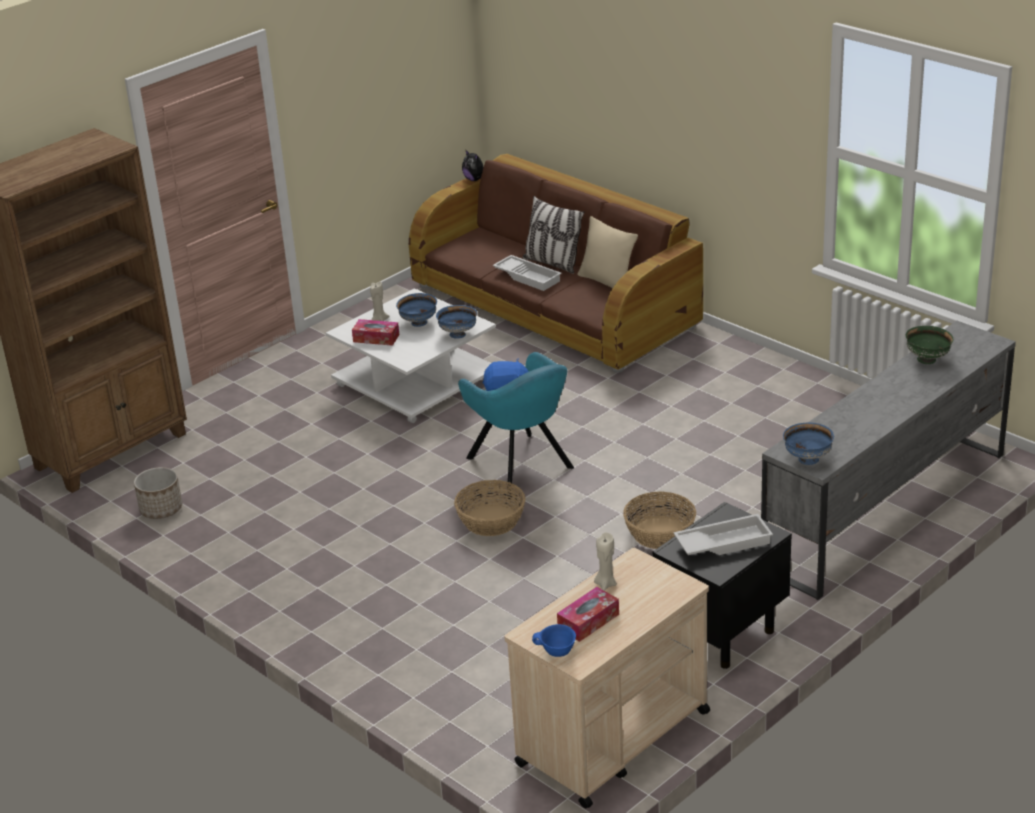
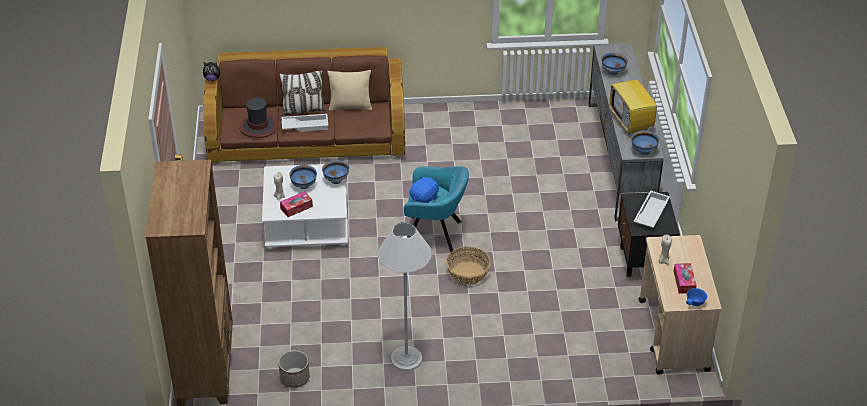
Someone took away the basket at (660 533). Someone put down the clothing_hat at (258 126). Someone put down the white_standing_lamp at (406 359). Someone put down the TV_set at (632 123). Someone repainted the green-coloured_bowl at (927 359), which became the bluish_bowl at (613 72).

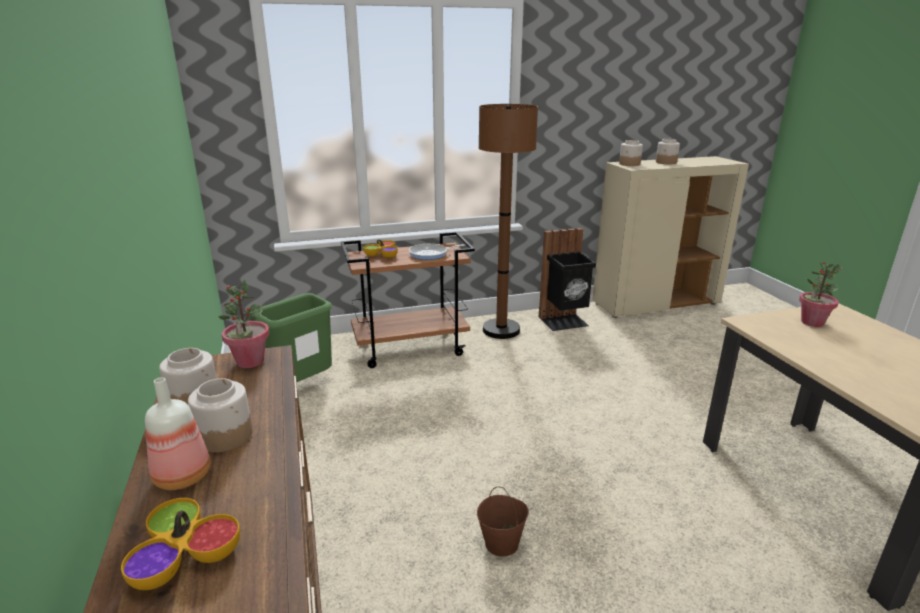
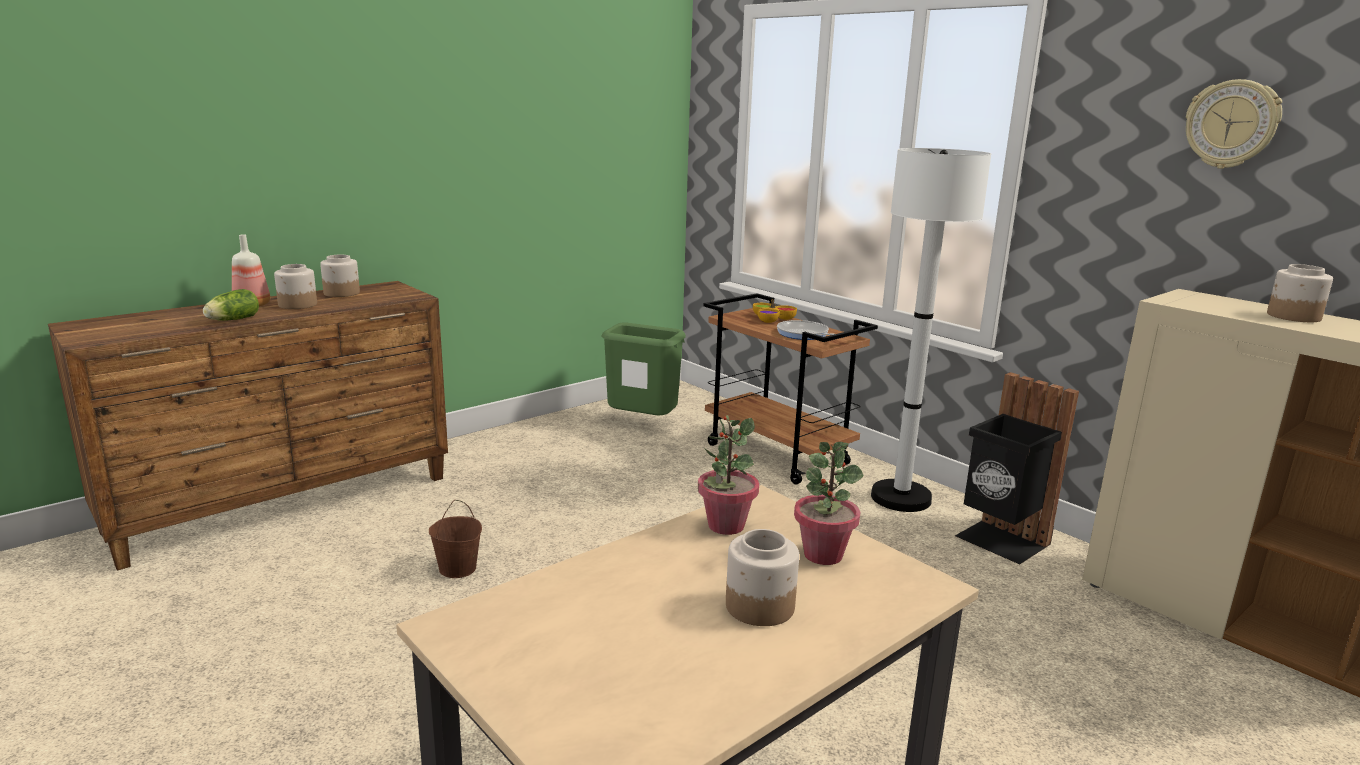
Someone took away the bowl at (184 554). Someone put down the lettuce_head at (231 320). Someone put up the clock_on_the_wall at (1231 124). Someone carried the potted_plant from (250 361) to (725 525). Someone carried the preserve_jar from (629 164) to (759 607). Someone repainted the brownish_standing_lamp at (501 330), which became the white_standing_lamp at (901 498).

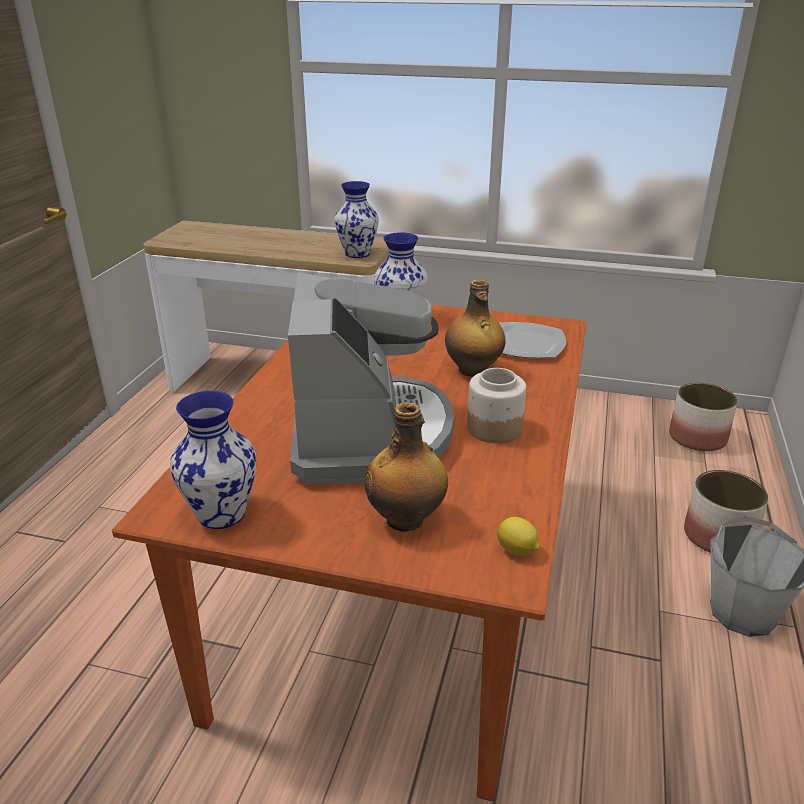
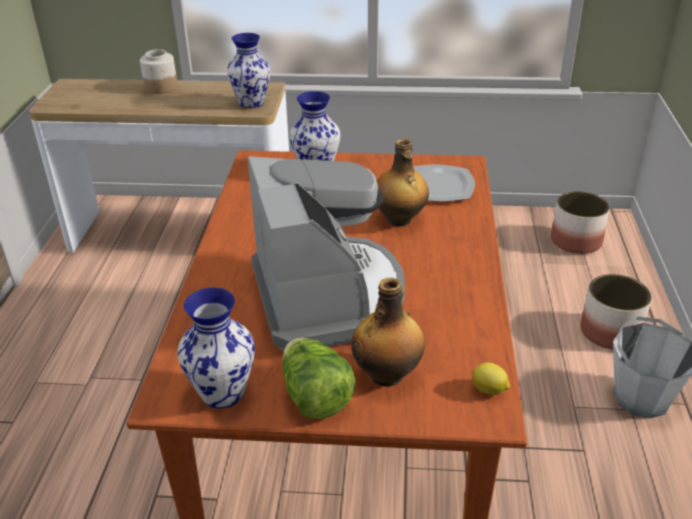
Someone put down the lettuce_head at (315 397). Someone carried the preserve_jar from (493 428) to (160 87).

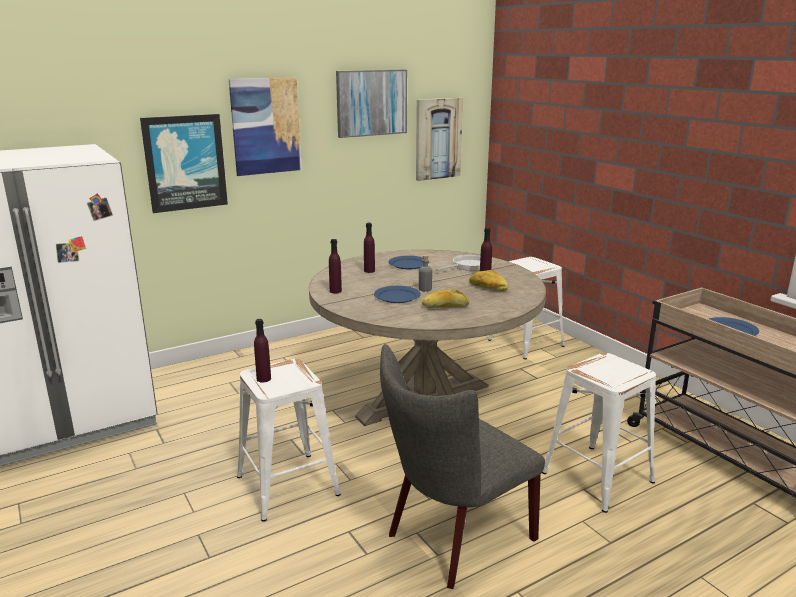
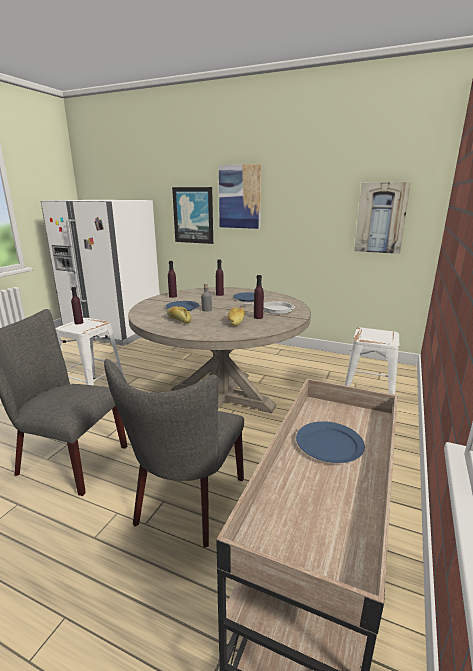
Someone took away the wall_picture at (371 103). Someone swapped the white_stool_seat at (598 477) for the greyish_chair at (187 505).

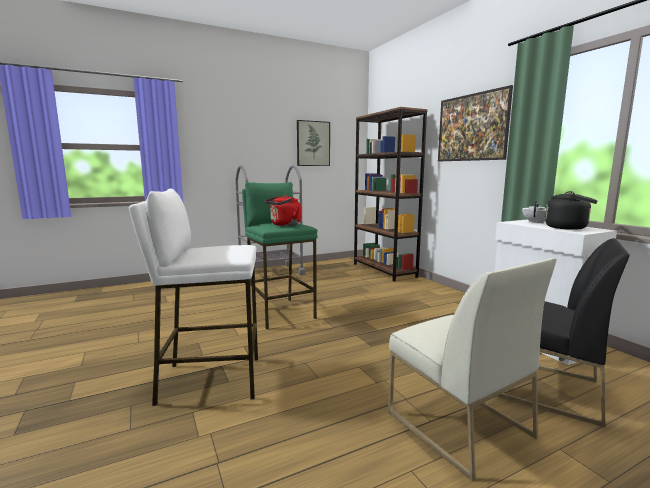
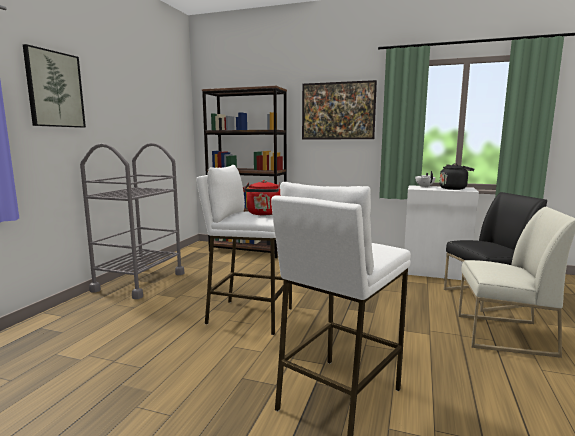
Someone carried the wall_picture from (313 143) to (54 89). Someone repainted the green-coloured_stool_seat at (280 312), which became the white_stool_seat at (249 316).

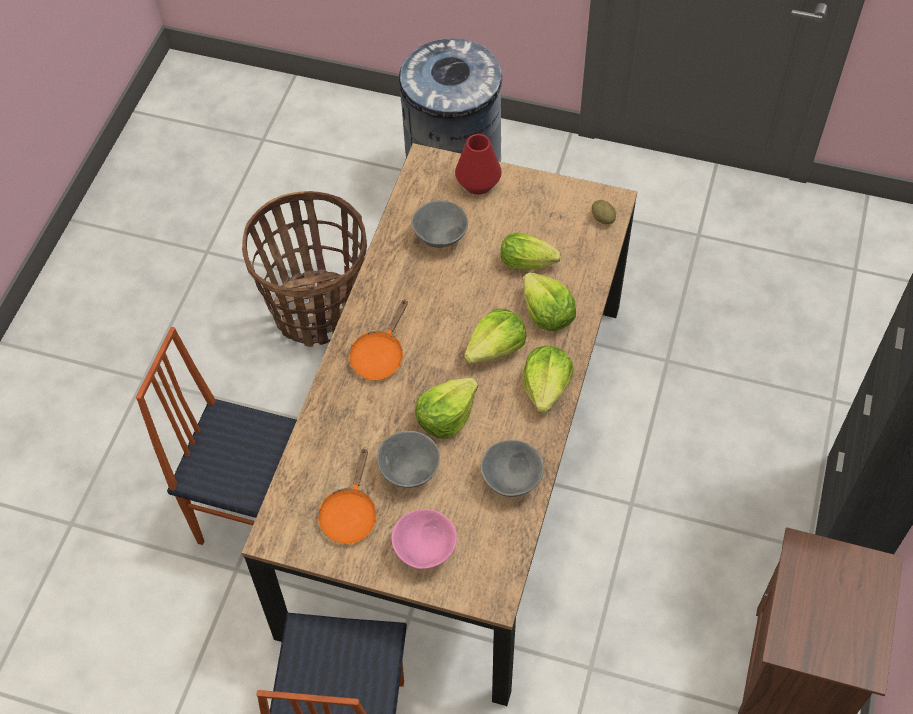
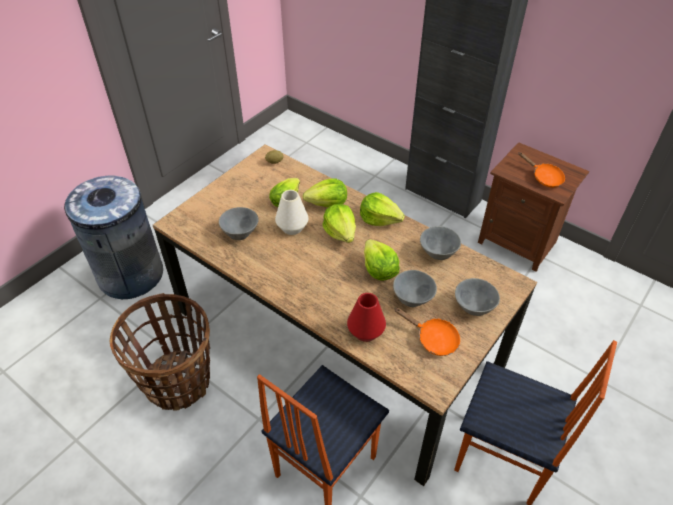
Someone put down the white_decorative_vase at (292 227). Someone carried the orangey_pan from (379 355) to (544 177). Someone carried the reddish_decorative_vase from (478 183) to (366 331). Someone repainted the pink_bowl at (427 550), which became the greyish_bowl at (474 306).

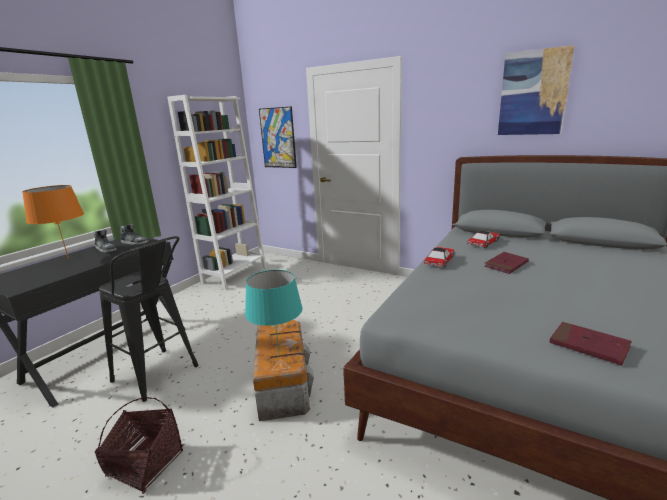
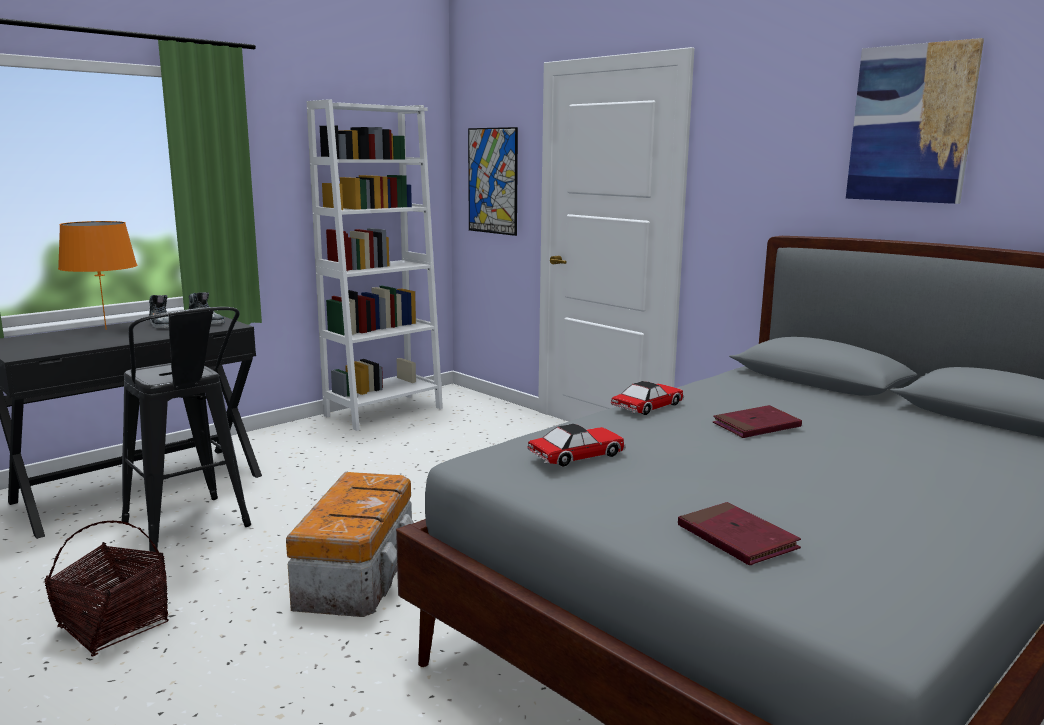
Someone took away the blue-green_table_lamp at (278 354). Someone carried the miniature_car from (483 243) to (577 455).

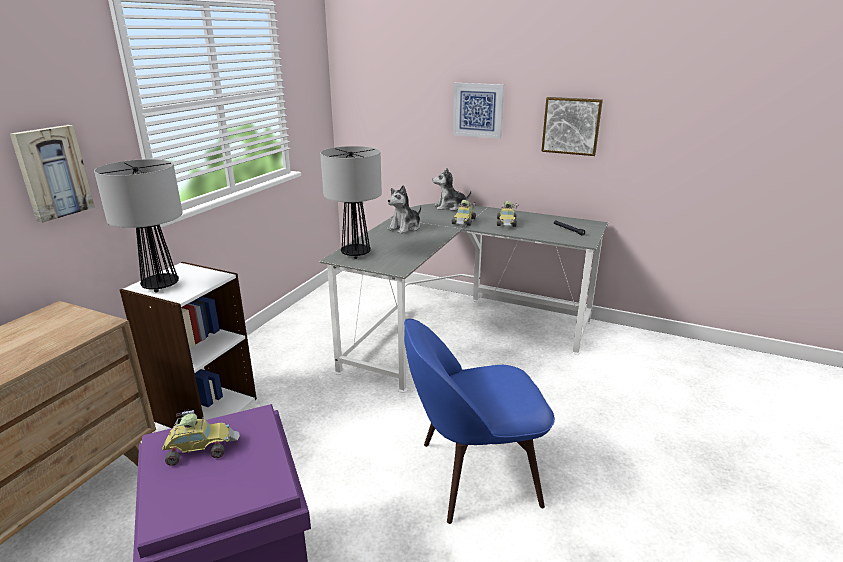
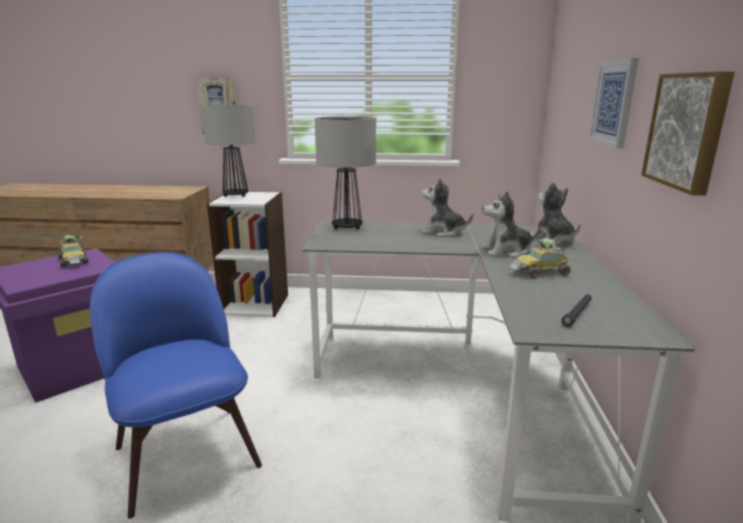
Someone swapped the miniature_car at (464 221) for the cuddly_toy at (506 251).

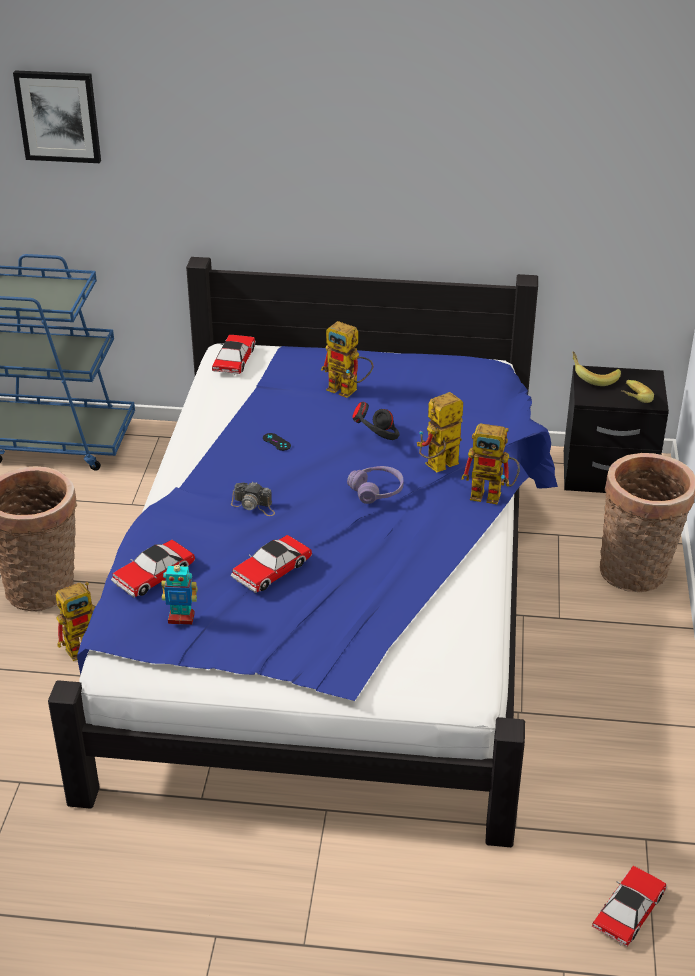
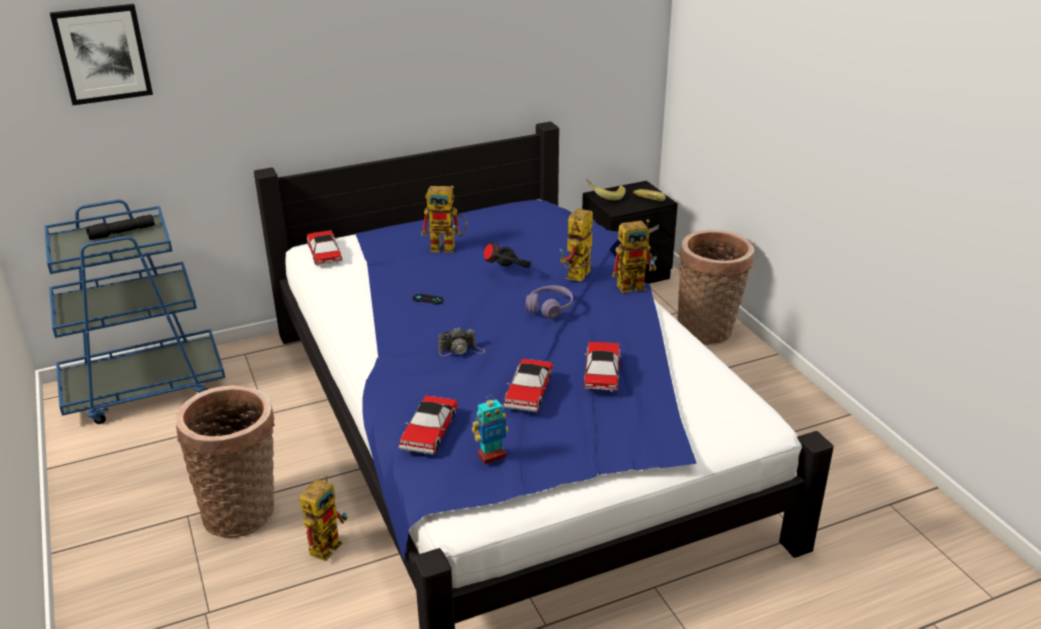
Someone put down the blackish_flashlight at (121 233). Someone carried the miniature_car from (629 911) to (602 372).

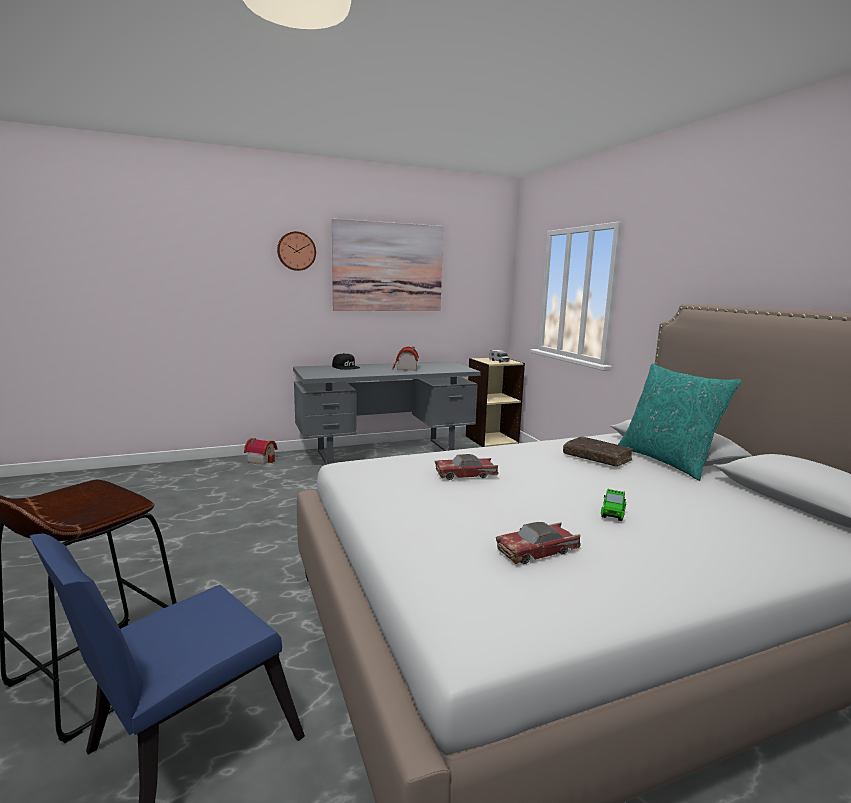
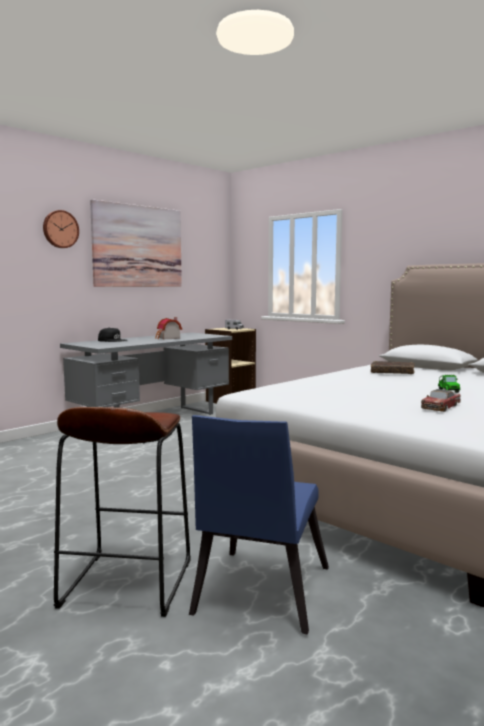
Someone took away the miniature_house at (261 459). Someone took away the miniature_car at (465 474). Someone took away the blue-green_pillow at (667 461).

